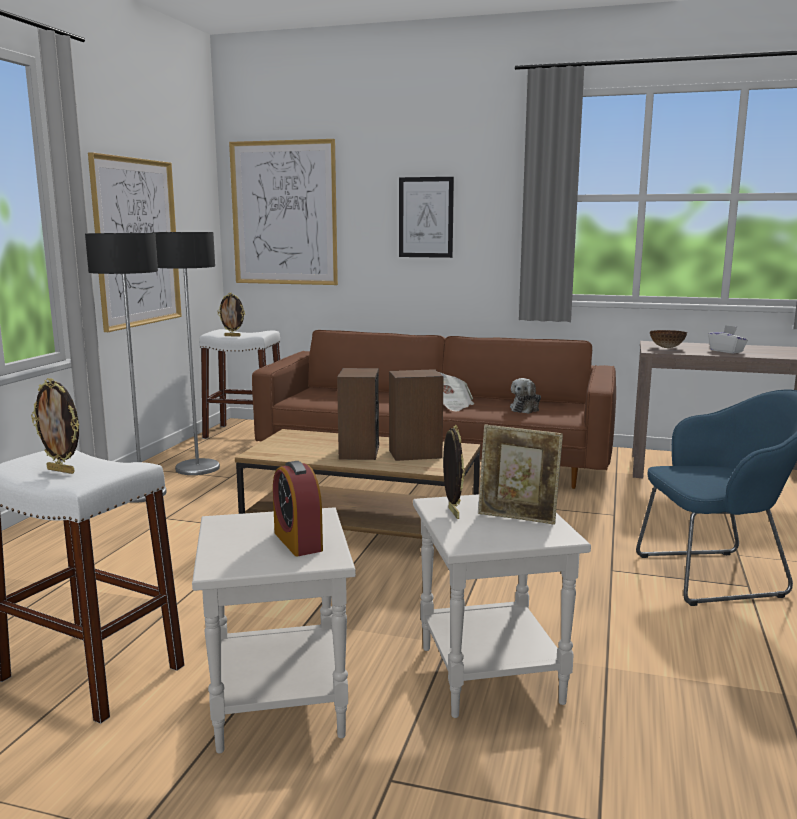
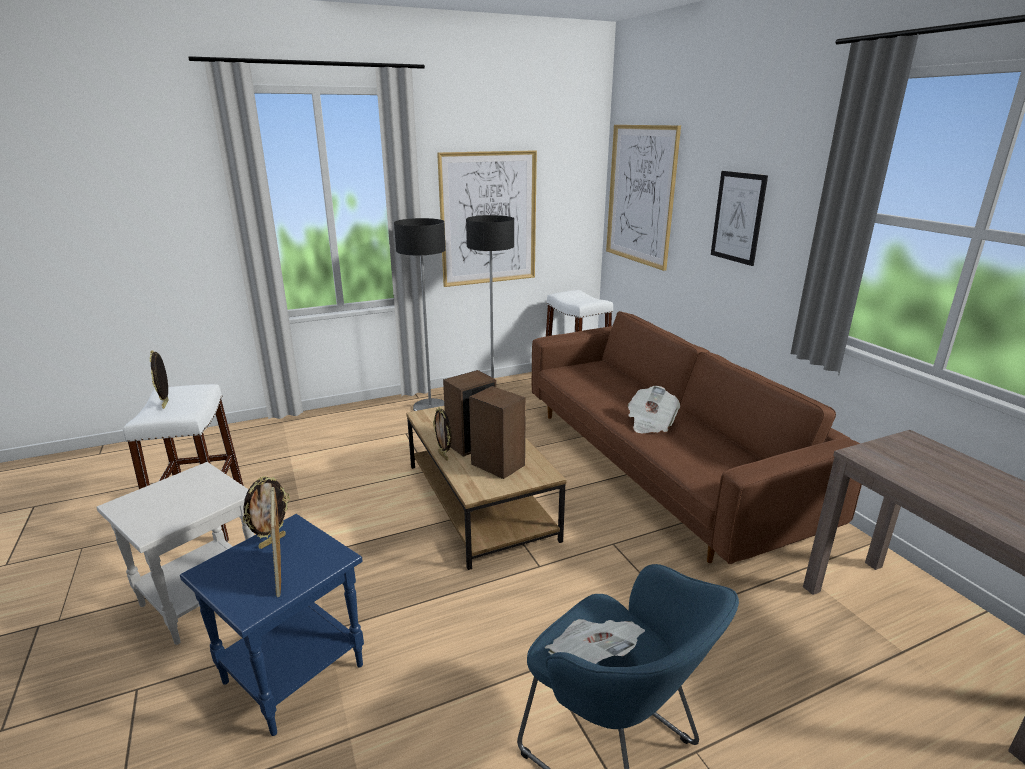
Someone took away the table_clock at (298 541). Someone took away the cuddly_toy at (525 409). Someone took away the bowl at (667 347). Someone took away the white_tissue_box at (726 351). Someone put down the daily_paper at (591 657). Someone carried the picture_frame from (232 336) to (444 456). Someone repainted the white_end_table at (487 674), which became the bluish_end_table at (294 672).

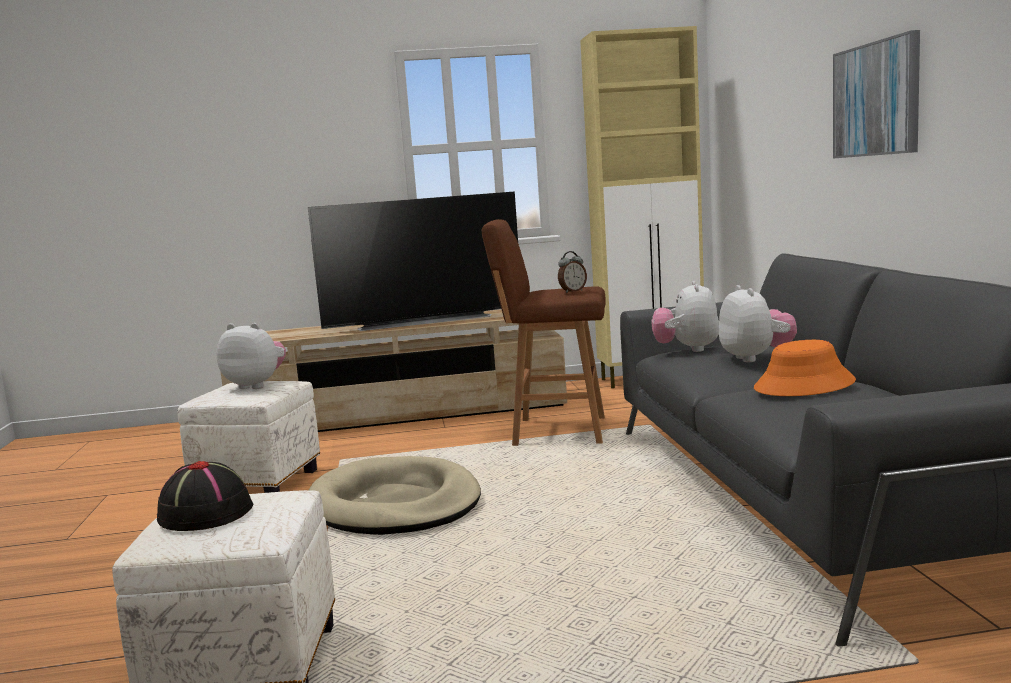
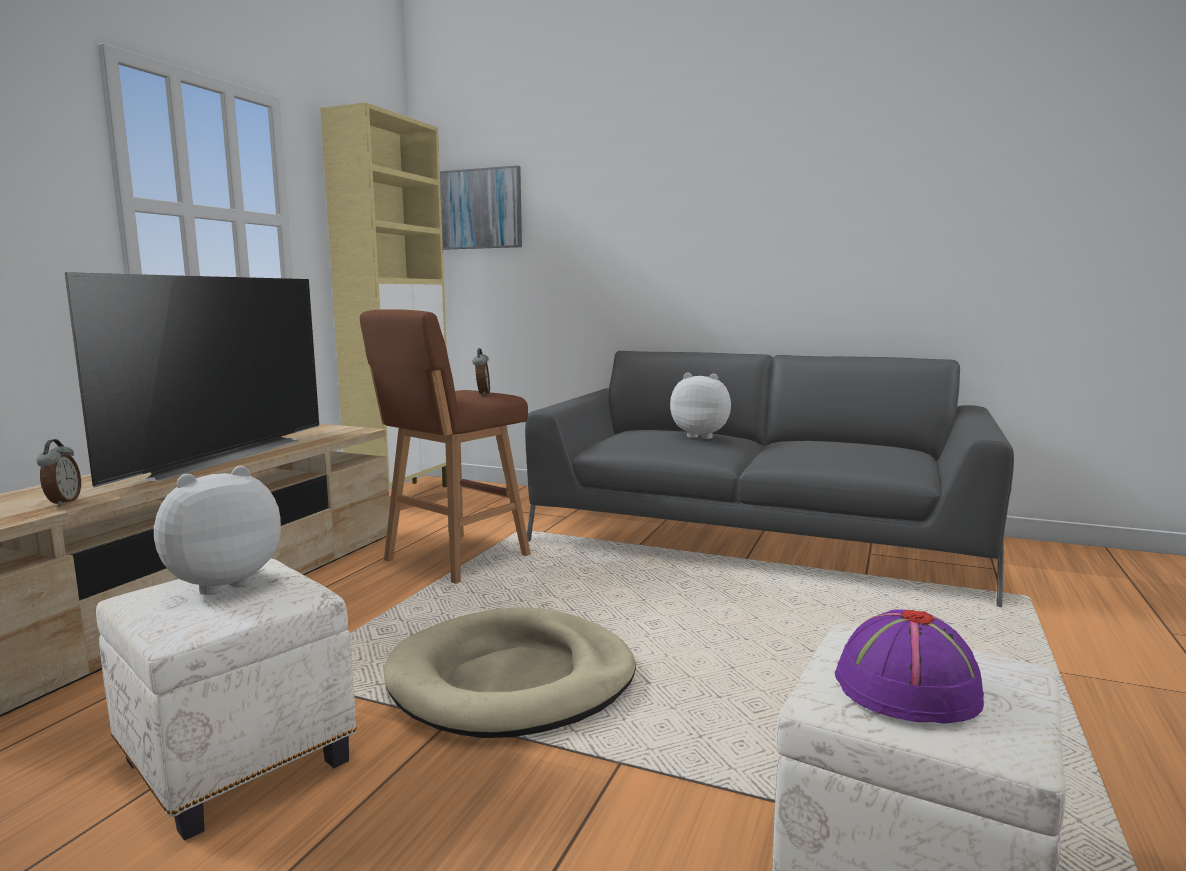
Someone took away the cuddly_toy at (687 349). Someone took away the orangey_clothing_hat at (804 385). Someone put down the table_clock at (62 502). Someone carried the wall_picture from (876 99) to (479 209). Someone repainted the blackish_clothing_hat at (205 513), which became the purple_clothing_hat at (906 689).

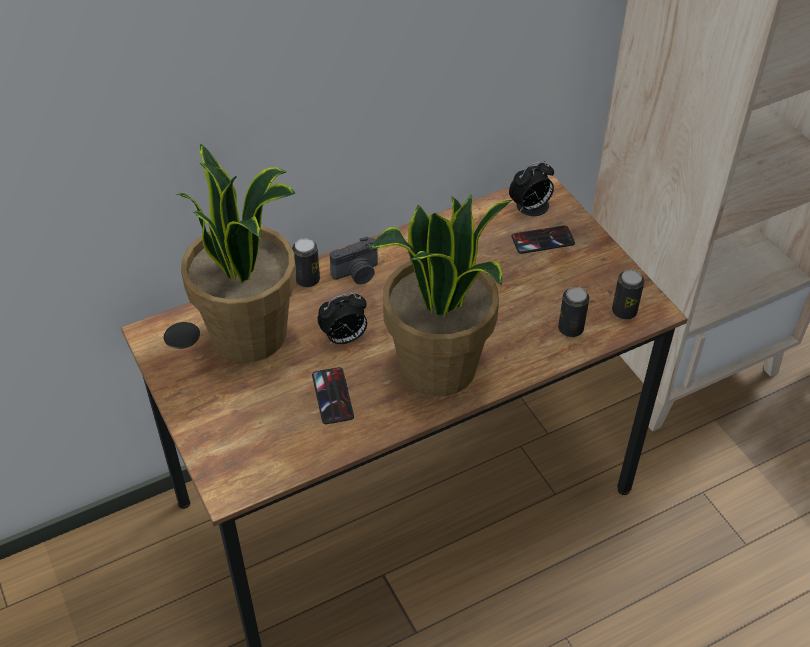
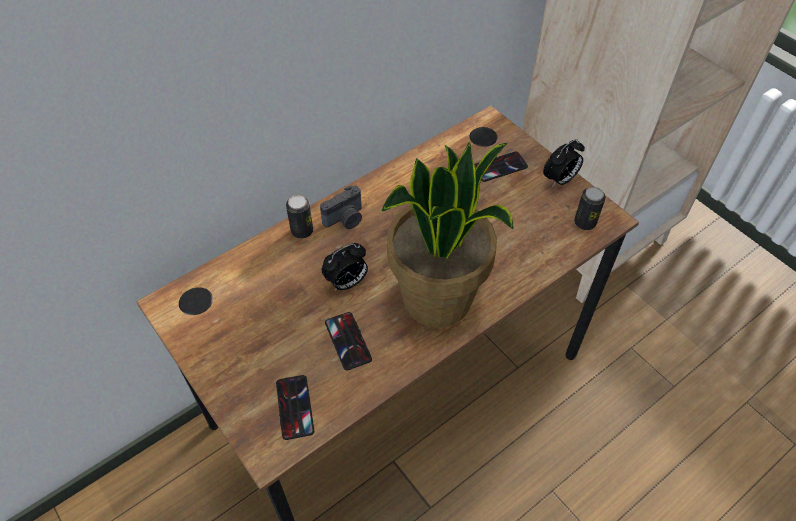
Someone took away the potted_plant at (251 334). Someone took away the can at (570 328). Someone put down the telephone at (294 407). Someone carried the table_clock from (530 207) to (559 180).

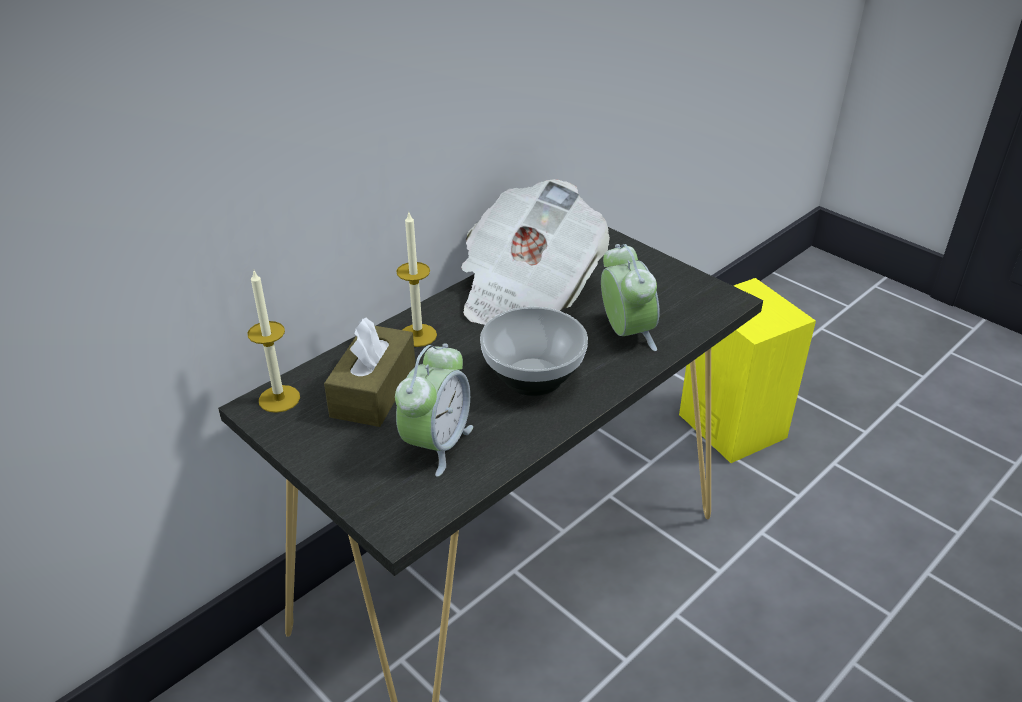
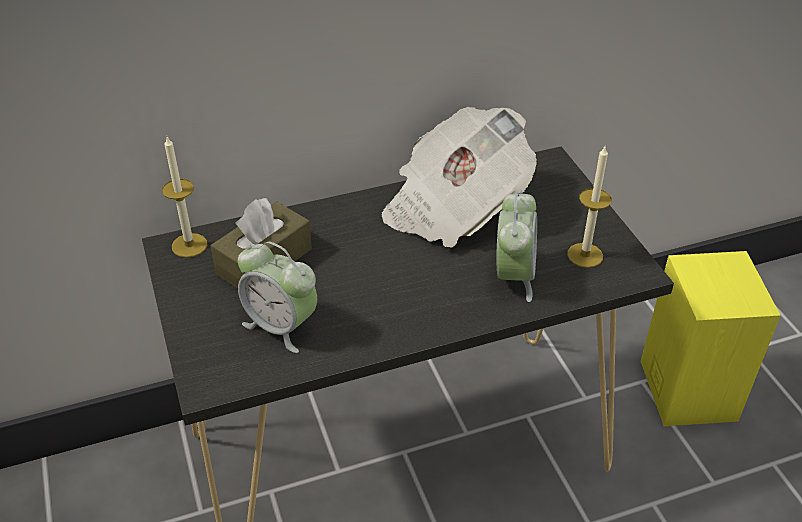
Someone took away the bowl at (533 379). Someone carried the wax_candle from (418 335) to (585 255). Someone rotated the table_clock at (436 444) by 75 degrees clockwise.

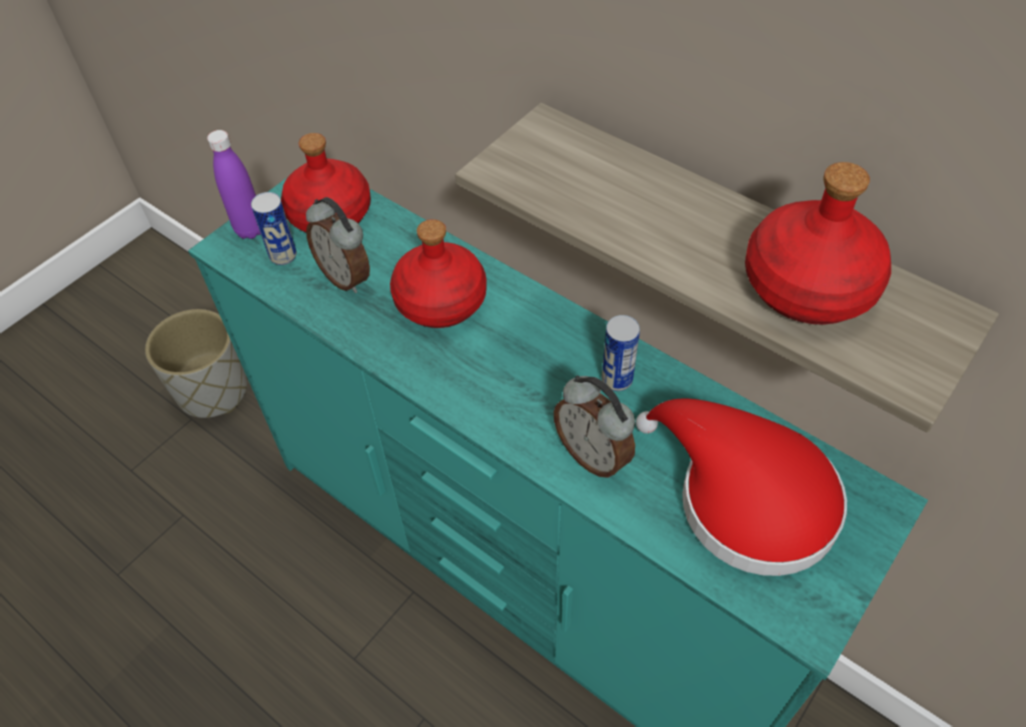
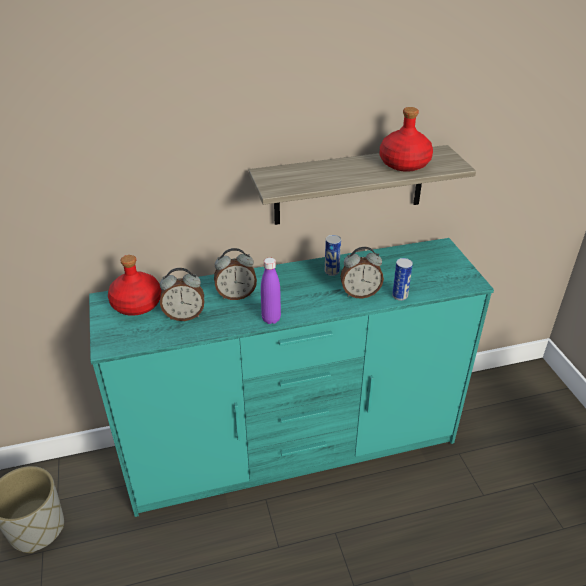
Someone took away the reddish_clothing_hat at (744 497). Someone carried the purple_beverage_bottle from (250 230) to (271 319). Someone carried the can from (283 256) to (400 296). Someone swapped the reddish_beverage_bottle at (442 301) for the table_clock at (236 295).

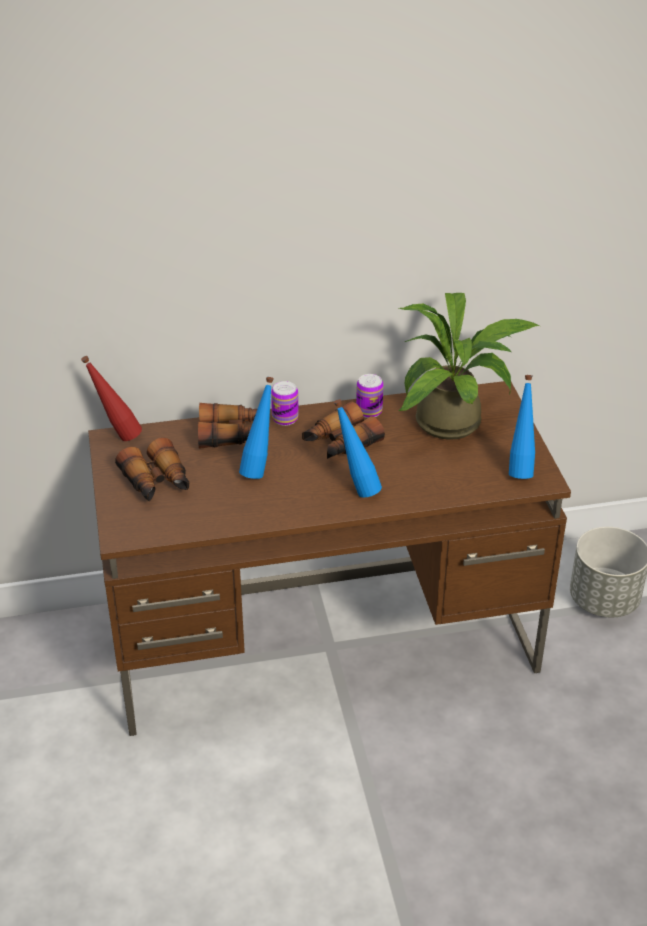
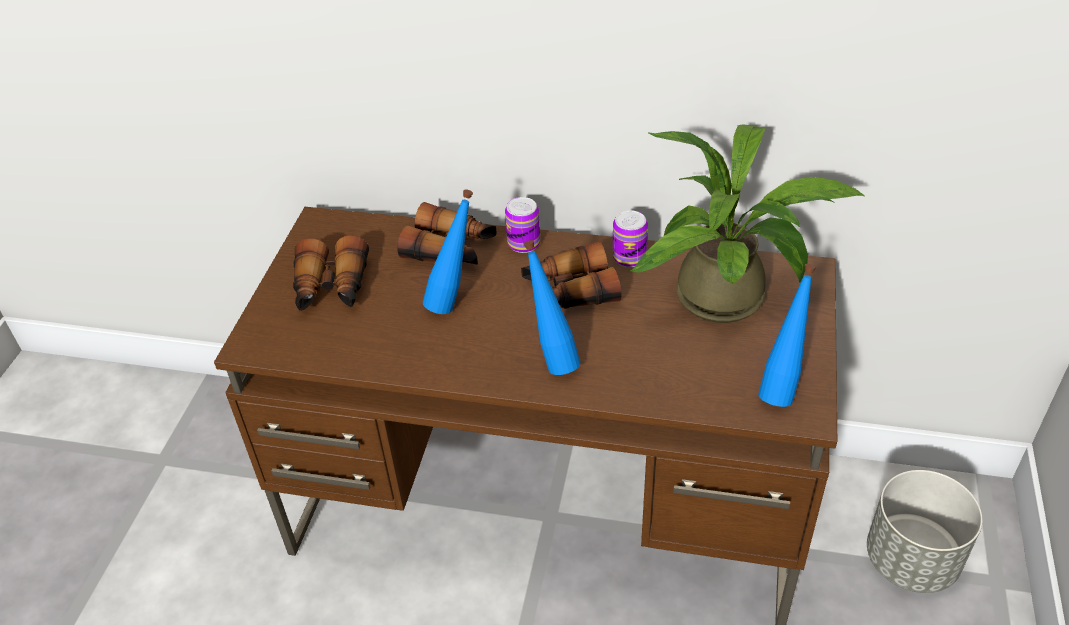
Someone took away the reddish_beverage_bottle at (117 436).

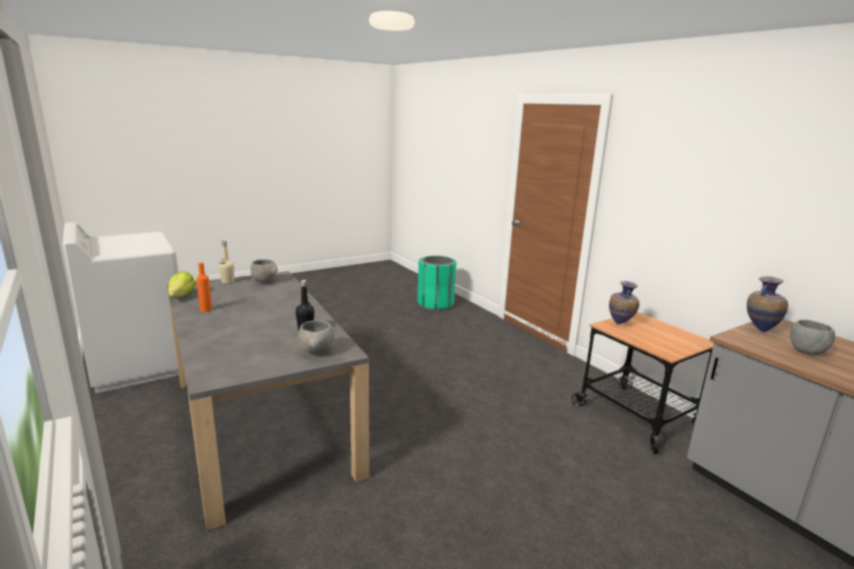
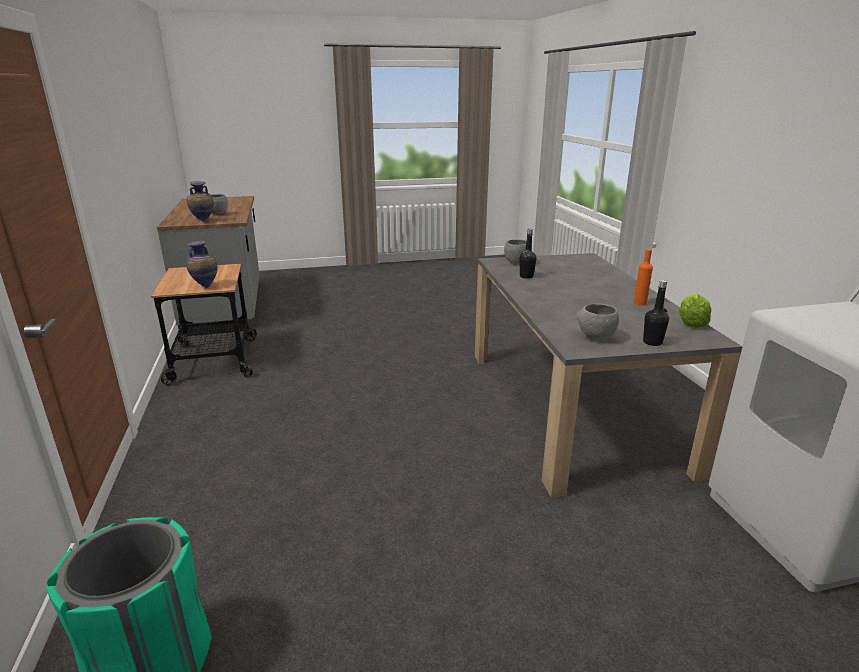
Someone repainted the beige-coloured_beverage_bottle at (227 282), which became the blackish_beverage_bottle at (652 342).

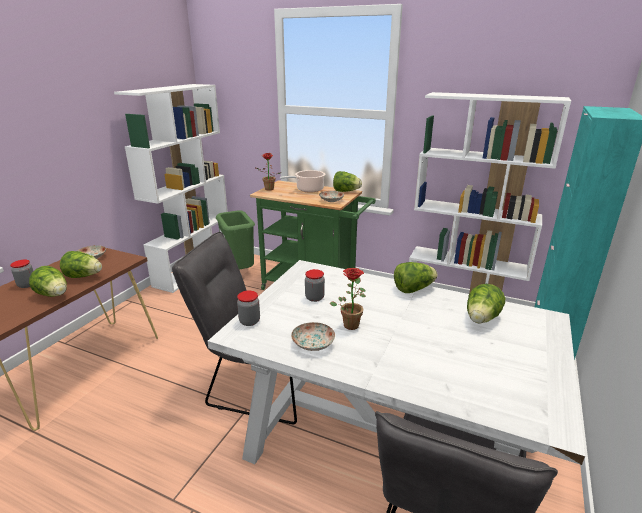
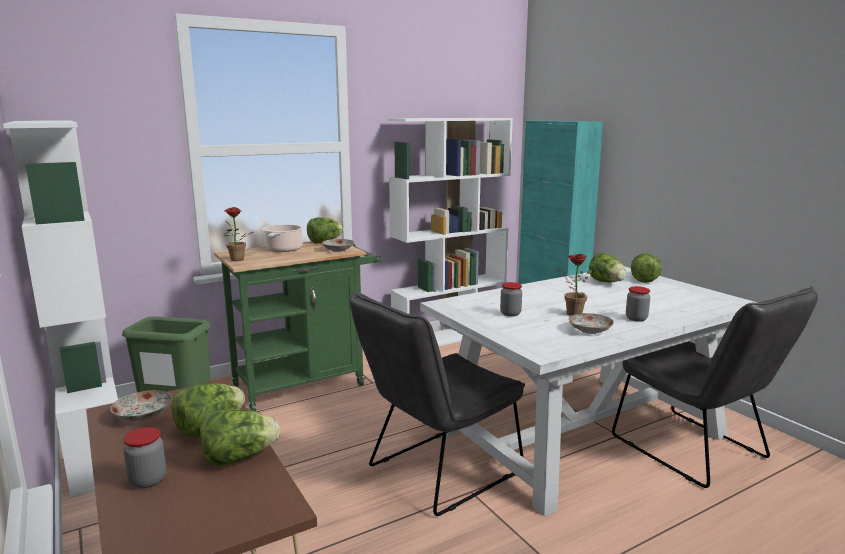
Someone carried the preserve_jar from (249 321) to (636 318). Someone carried the lettuce_head from (413 289) to (643 279).

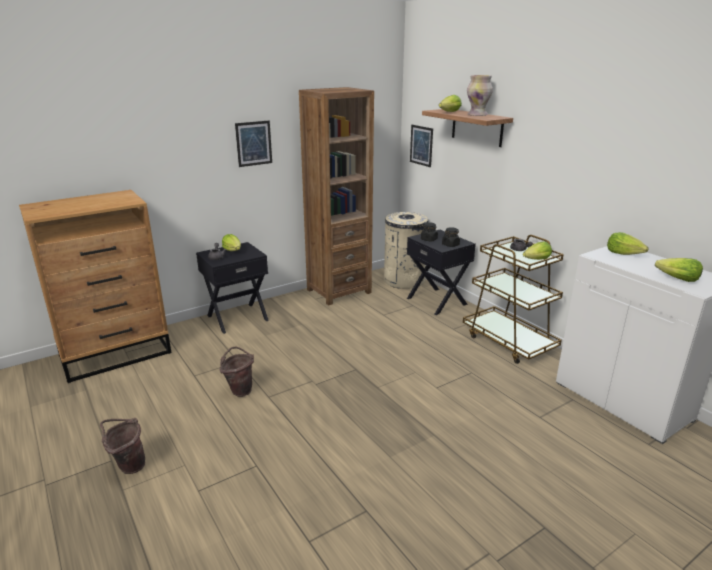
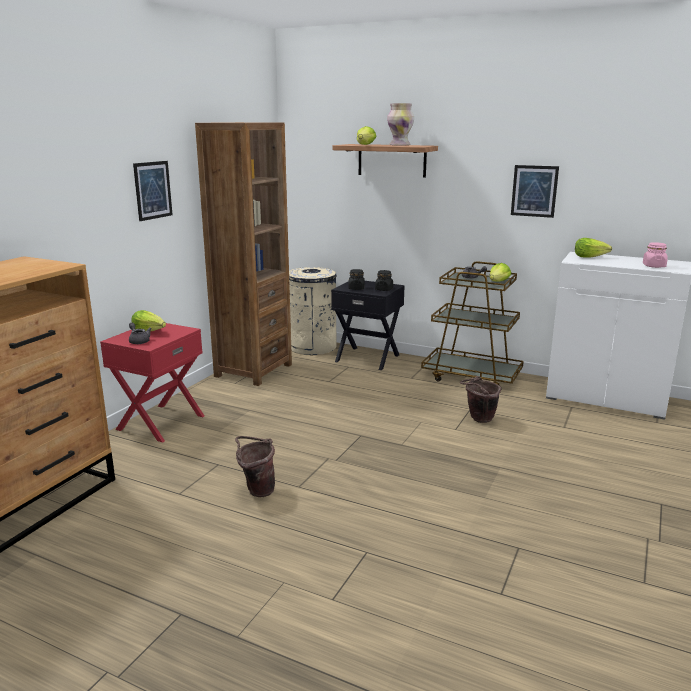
Someone carried the brownish_water_bucket from (128 466) to (478 420). Someone carried the wall_picture from (421 145) to (534 191). Someone swapped the lettuce_head at (677 279) for the pink_preserve_jar at (653 266). Someone repainted the blackish_nightstand at (237 317), which became the reddish_nightstand at (160 422).

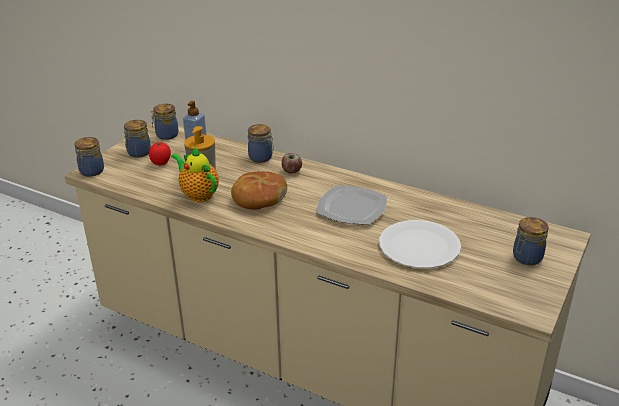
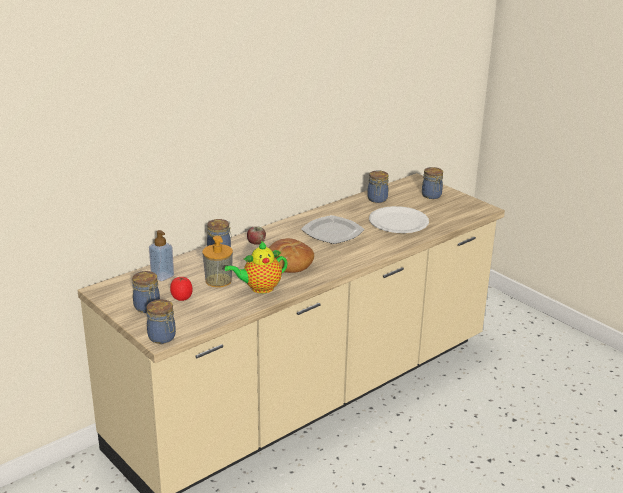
Someone carried the preserve_jar from (166 135) to (377 199).

